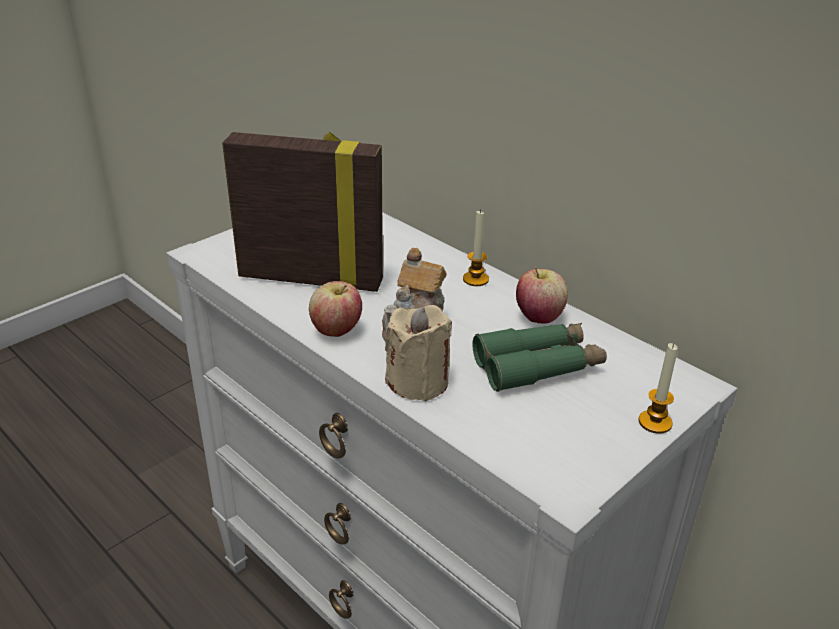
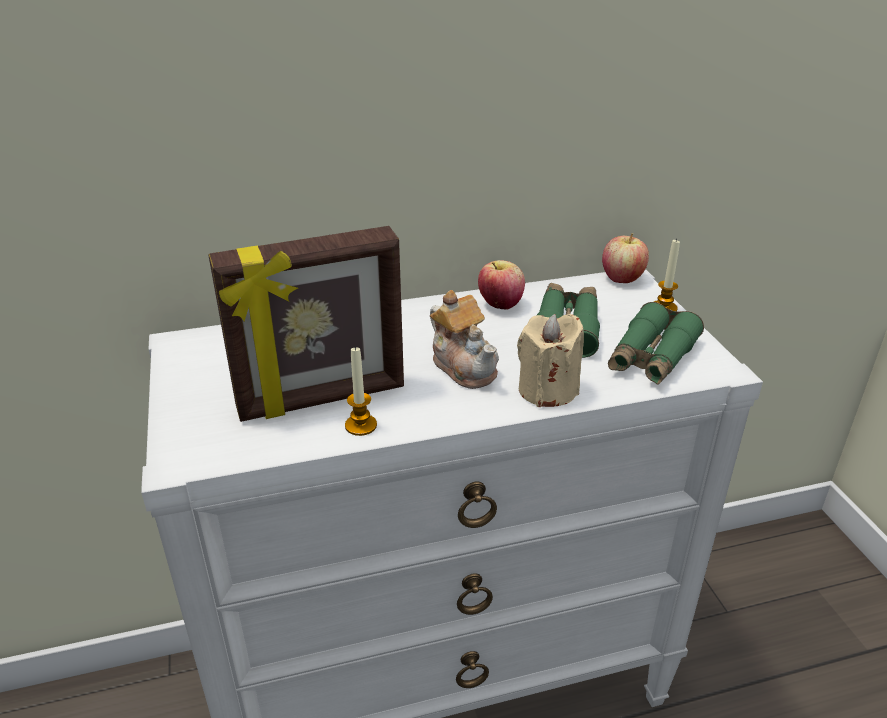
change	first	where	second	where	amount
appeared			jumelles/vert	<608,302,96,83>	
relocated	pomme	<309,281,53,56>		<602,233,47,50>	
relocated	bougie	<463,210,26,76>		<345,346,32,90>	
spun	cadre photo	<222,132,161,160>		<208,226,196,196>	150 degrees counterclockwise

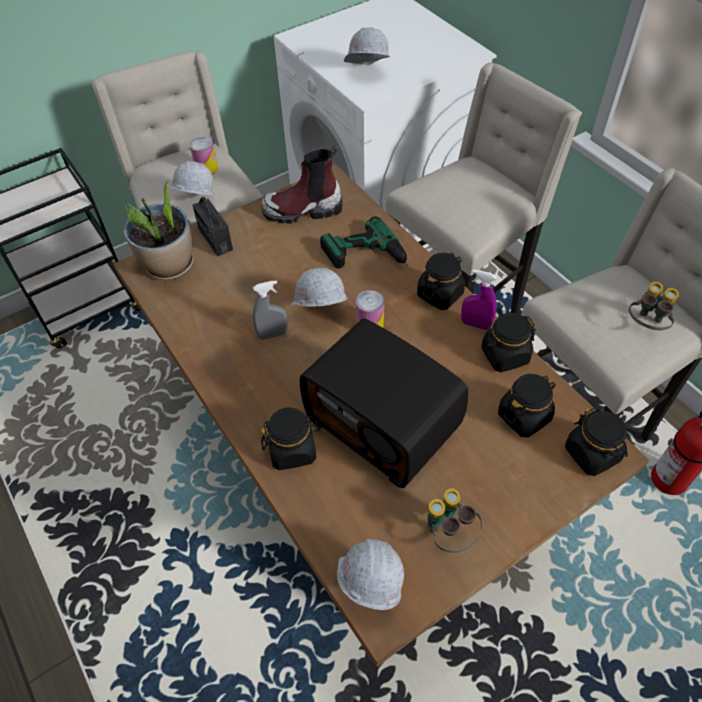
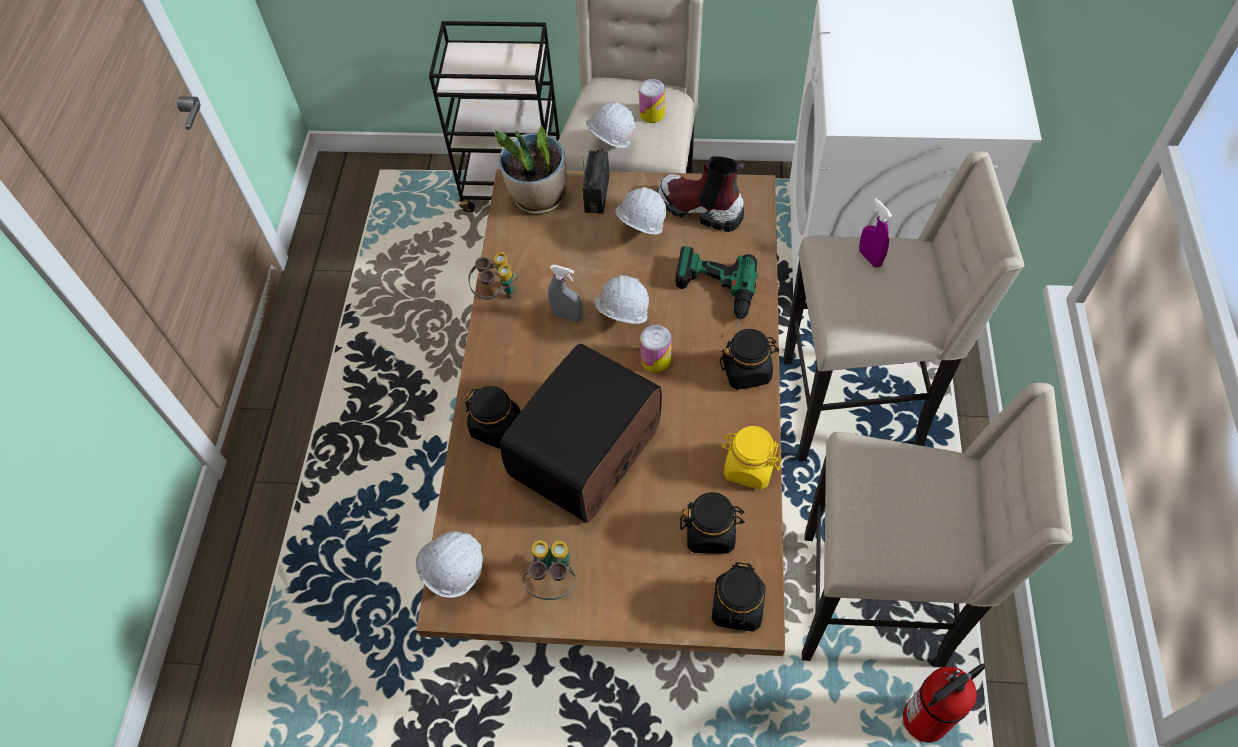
change	first	where	second	where	amount
relocated	casque de chantier/blanc	<344,27,46,38>		<615,187,52,48>	
relocated	vaporisateur/violet	<461,269,36,61>		<859,198,33,70>	
relocated	jumelles	<629,282,50,48>		<468,252,50,48>	
colour	bocal/noir	<481,313,55,59>	bocal/jaune	<721,426,61,63>	
spun	radio	<300,318,168,170>		<500,344,162,179>	45 degrees clockwise

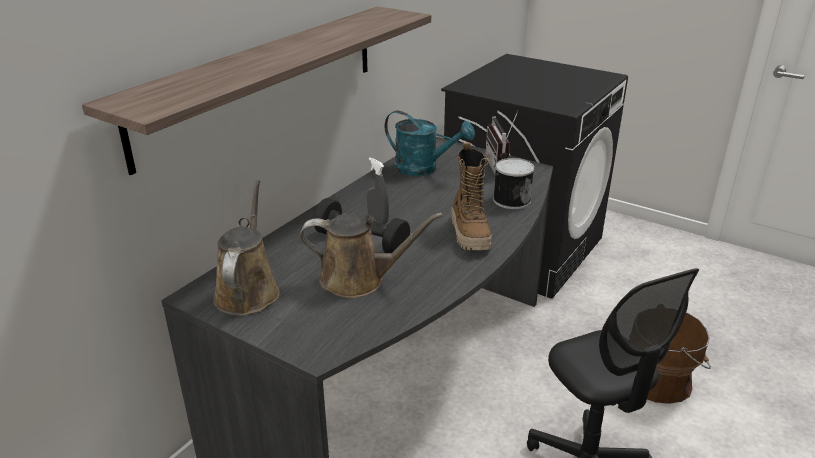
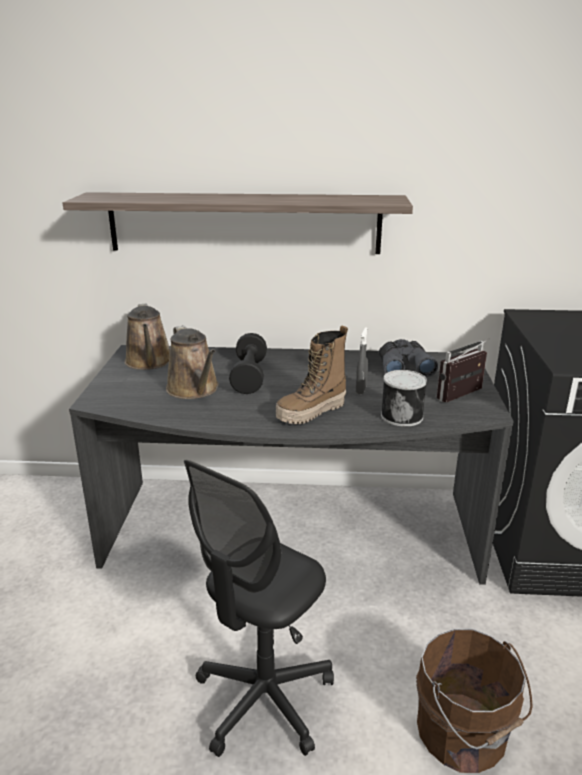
change	first	where	second	where	amount
relocated	vaporisateur/gris	<367,158,22,66>		<356,327,12,67>	
exchanged	arrosoir/turquoise	<385,111,90,65>	jumelles/gris	<379,339,59,38>	
spun	arrosoir/marron	<213,180,67,136>		<125,303,45,67>	105 degrees clockwise

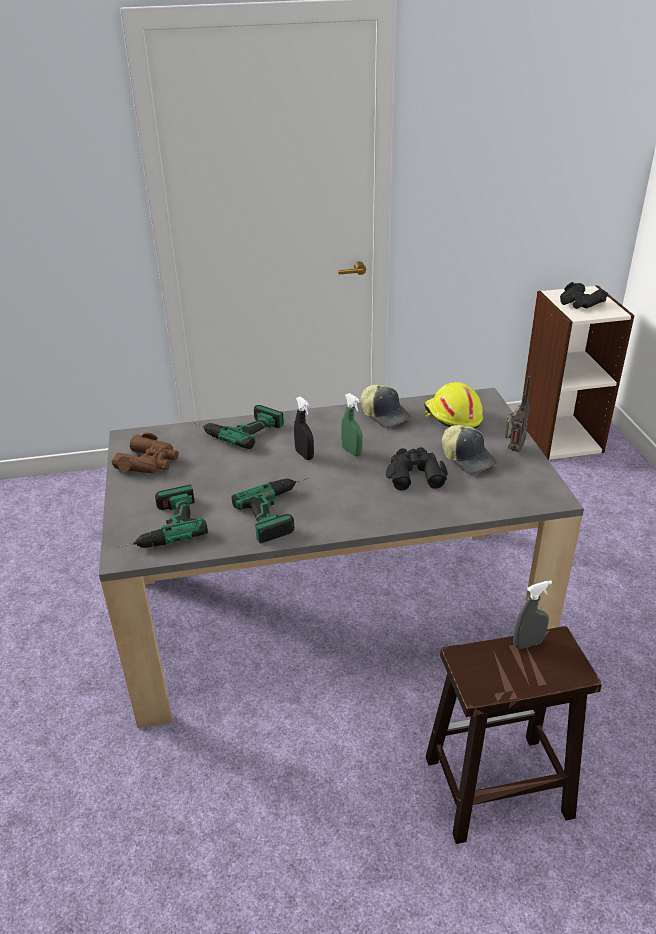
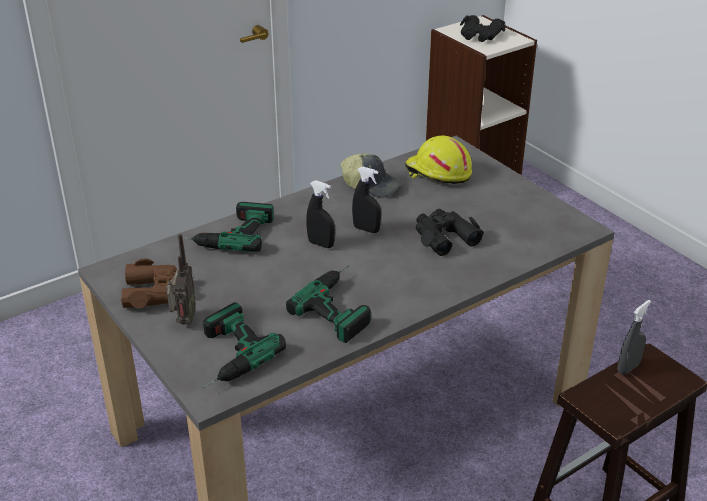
change	first	where	second	where	amount
missing	casquette	<442,425,55,49>			
relocated	radio	<505,376,26,76>		<166,234,30,91>	
colour	vaporisateur/vert	<341,393,22,63>	vaporisateur/noir	<352,167,29,66>	

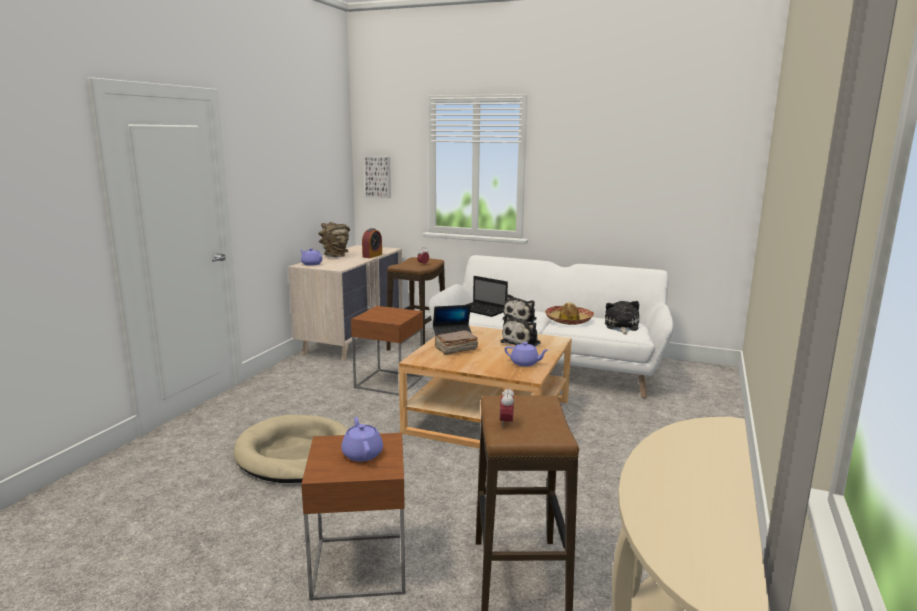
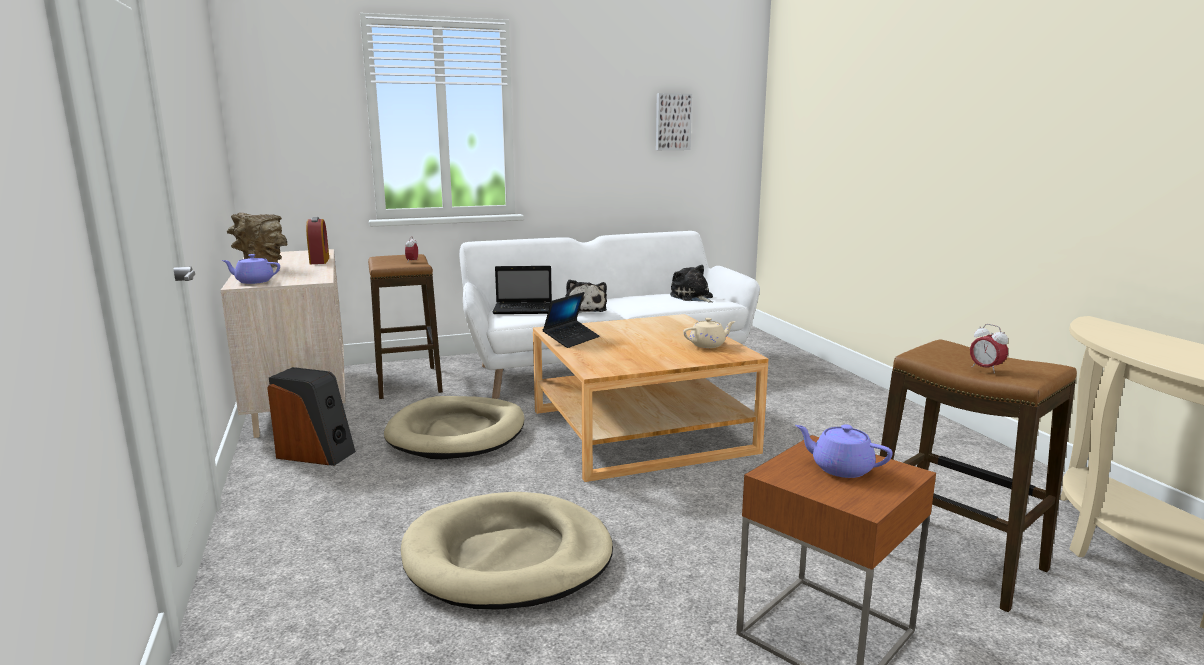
change	first	where	second	where	amount
missing	livre/marron	<434,330,44,25>			
missing	peluche	<500,313,41,34>			
missing	chapeau	<545,302,49,23>			
appeared			enceinte	<267,367,89,99>	
relocated	tableau	<364,156,27,42>		<656,93,36,57>	
exchanged	table d'appoint/marron	<351,306,72,89>	panier pour chien/beige	<384,396,140,63>	
colour	théière/violet	<505,342,43,24>	théière/beige	<683,318,52,30>	

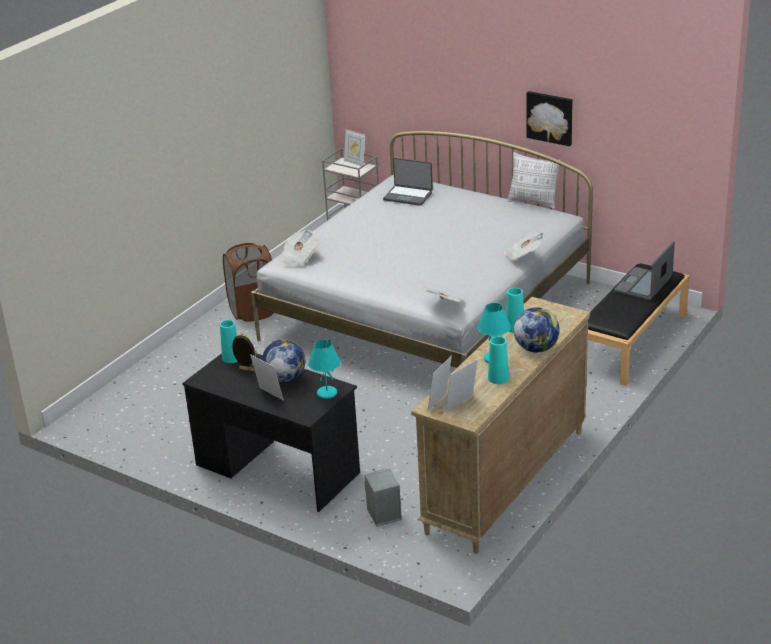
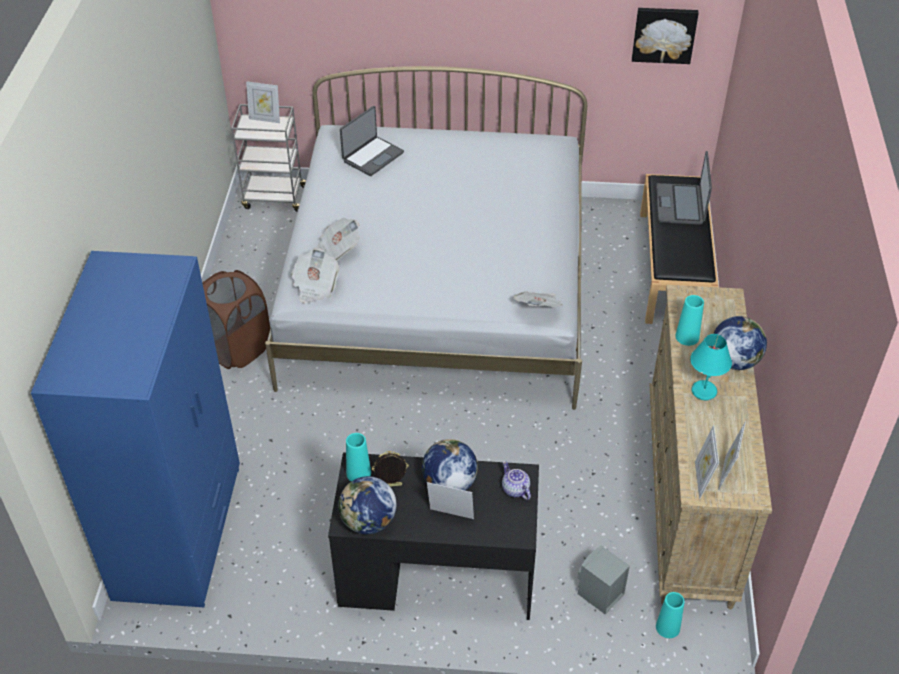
change	first	where	second	where	amount
missing	coussin	<507,152,54,57>			
appeared			armoire/bleu	<31,251,209,356>	
appeared			globe	<338,476,59,58>	
relocated	vase/turquoise	<488,337,21,47>		<656,592,29,46>	
relocated	journal	<503,231,42,30>		<314,218,46,43>	
relocated	tableau	<526,91,47,55>		<632,8,67,56>	
exchanged	lampe de table/turquoise	<308,340,33,59>	théière	<502,461,29,39>	
spun	ordinateur portable	<383,158,50,48>		<340,106,64,70>	45 degrees counterclockwise

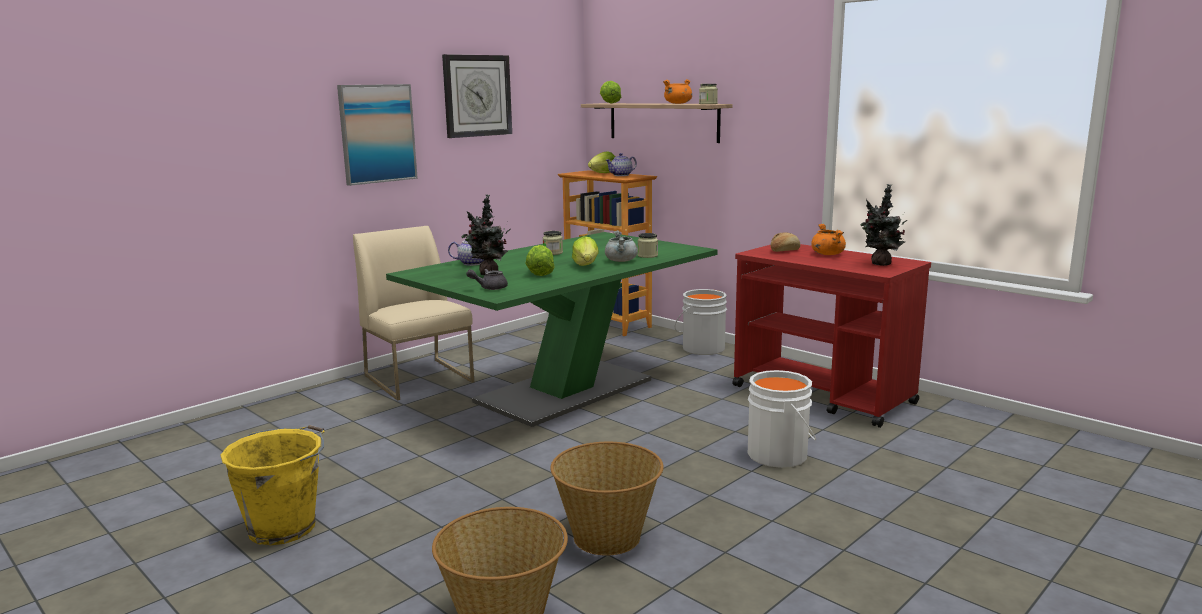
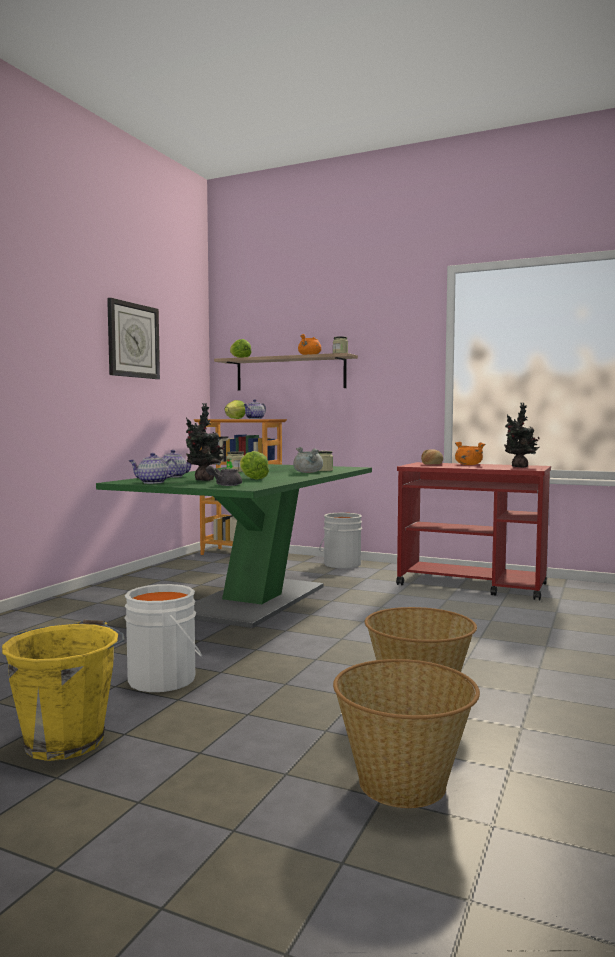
change	first	where	second	where	amount
missing	tableau	<337,84,81,102>			
missing	chaise/beige	<353,226,121,174>			
missing	laitue	<572,236,27,30>			
appeared			théière	<129,453,49,31>	
relocated	seau/blanc	<748,370,68,98>		<124,584,78,108>	

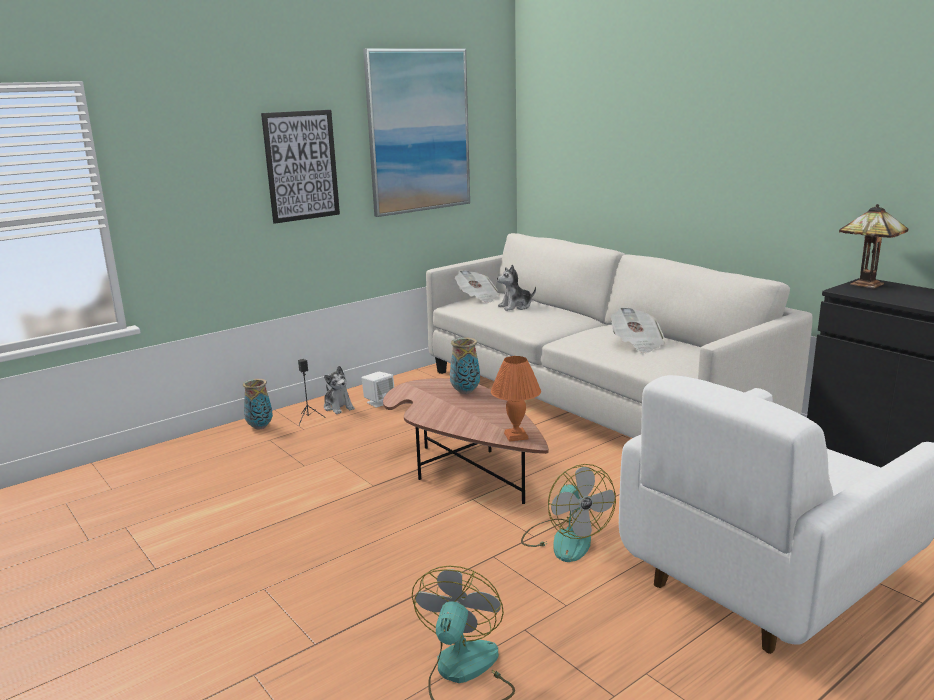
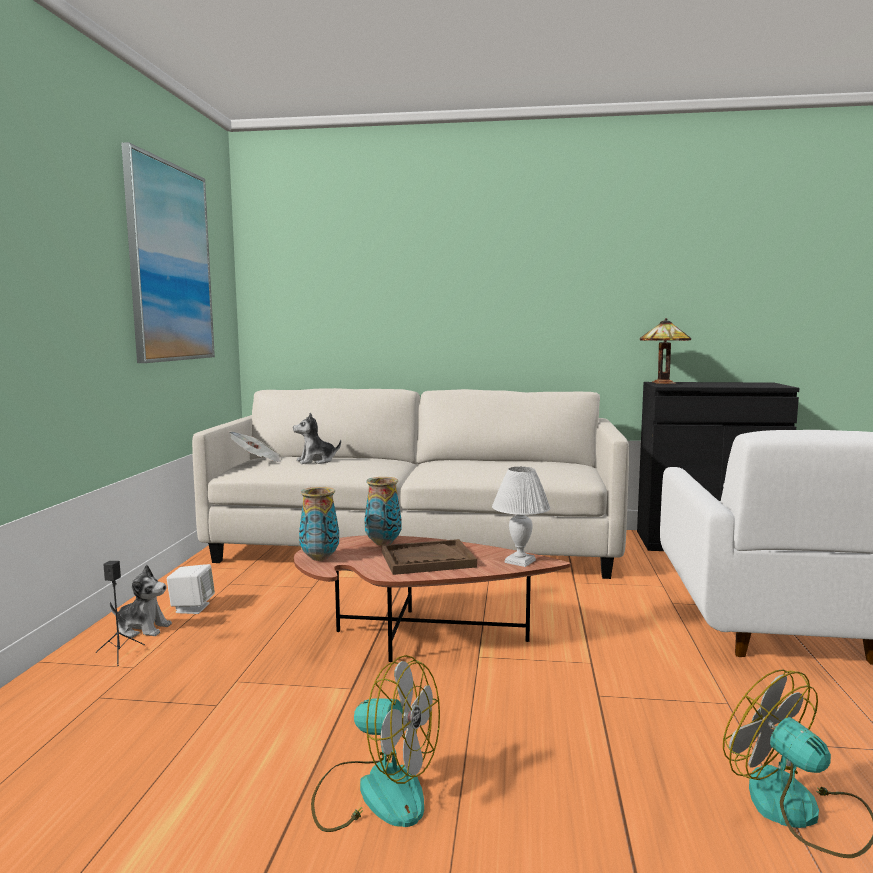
change	first	where	second	where	amount
missing	tableau	<261,110,79,114>			
missing	journal	<611,307,55,46>			
appeared			plateau/marron	<382,539,95,36>	
relocated	vase	<243,379,30,50>		<299,487,40,74>	
relocated	ventilateur	<521,464,95,98>		<311,655,129,177>	
colour	lampe de table/orange	<491,356,50,86>	lampe de table/blanc	<492,467,58,100>	
spun	peluche	<497,265,39,46>		<293,412,48,52>	45 degrees clockwise

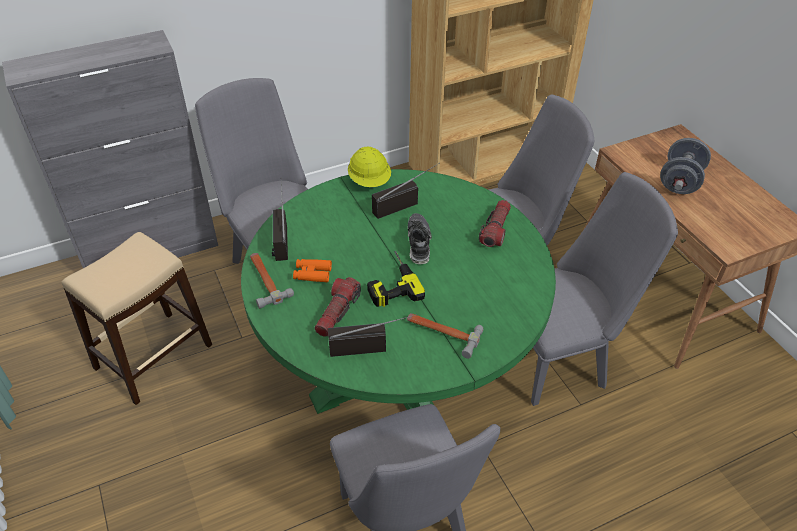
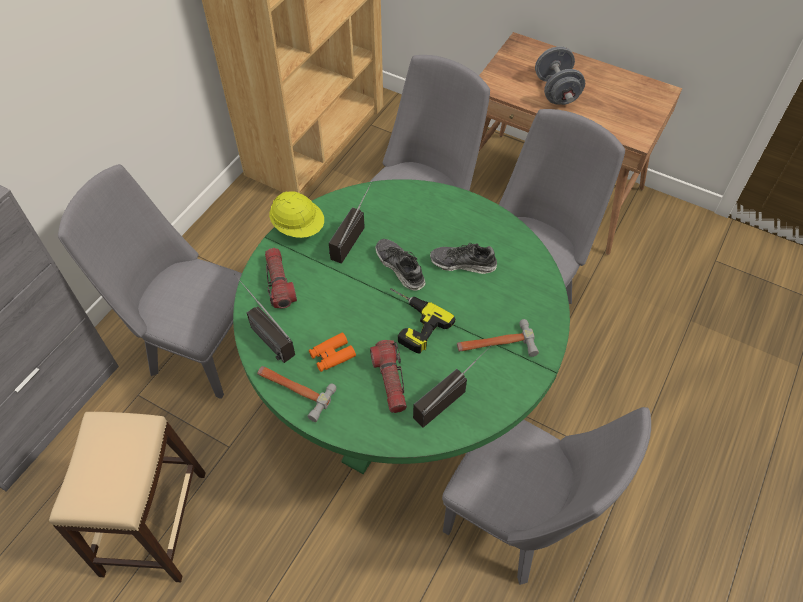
change	first	where	second	where	amount
appeared			chaussure	<430,243,67,31>	
relocated	lampe de poche	<479,200,32,47>		<265,248,32,60>	

